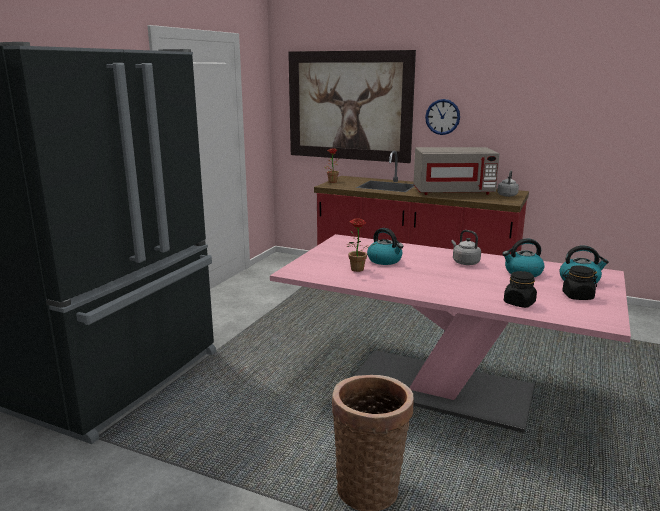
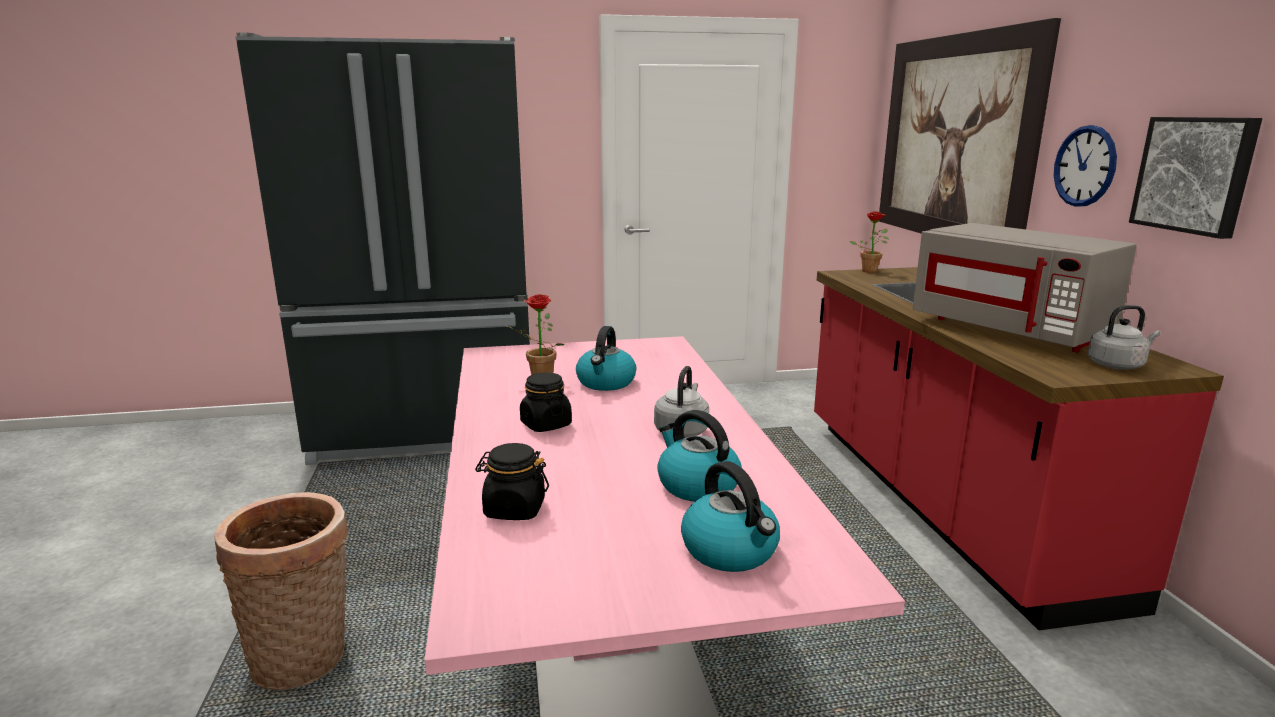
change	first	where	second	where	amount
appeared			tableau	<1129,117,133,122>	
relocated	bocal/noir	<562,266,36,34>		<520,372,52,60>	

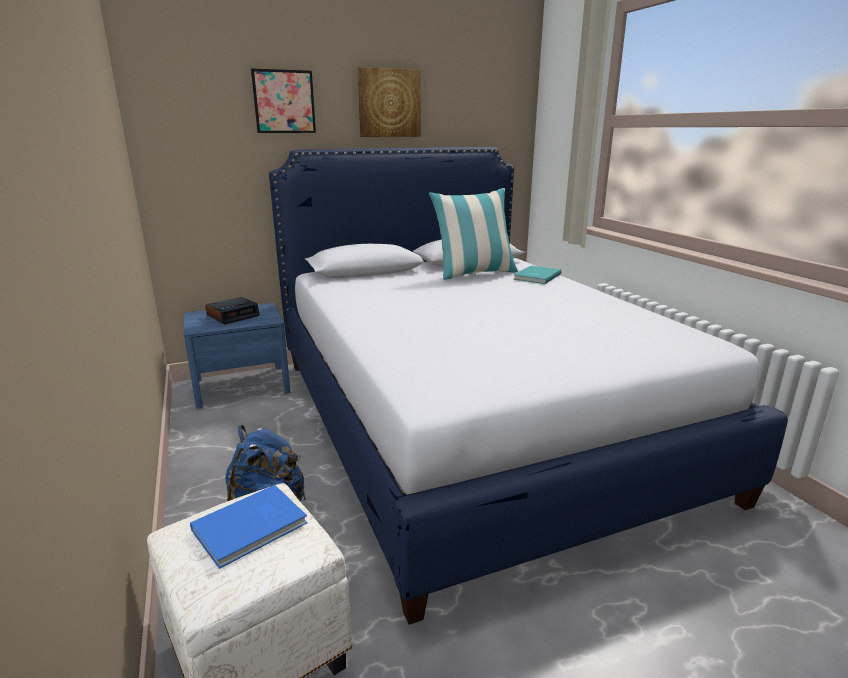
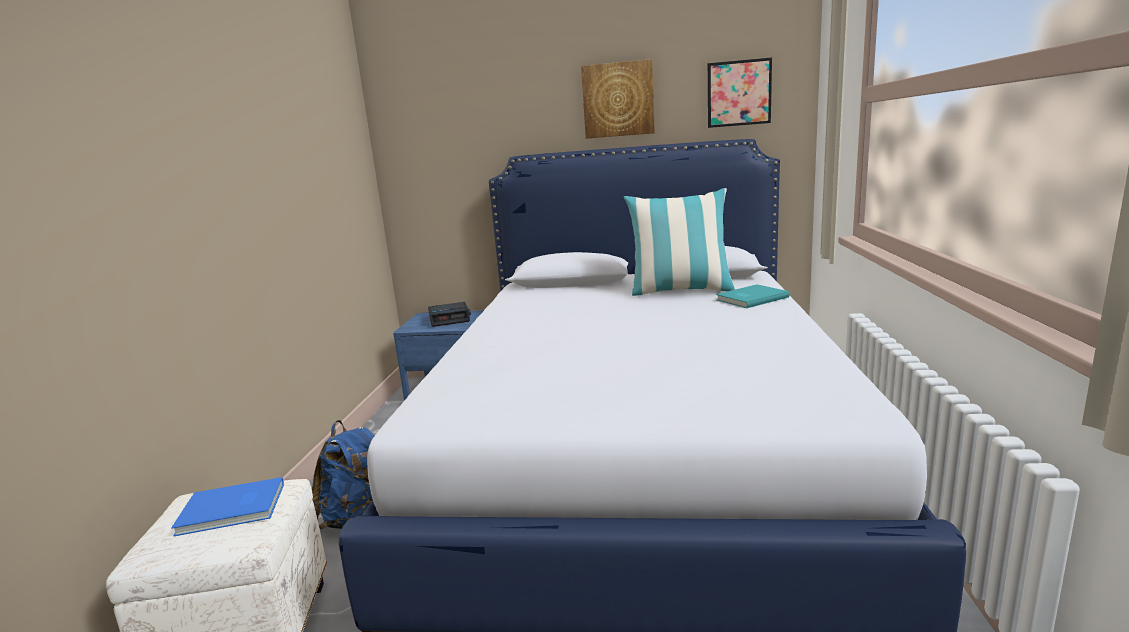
change	first	where	second	where	amount
relocated	tableau	<251,68,65,65>		<708,58,64,70>	

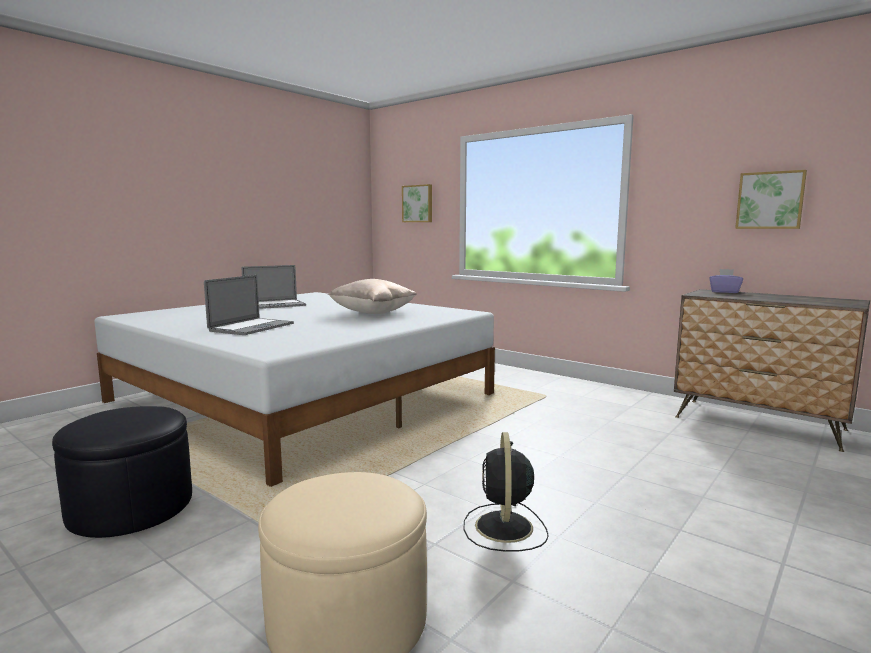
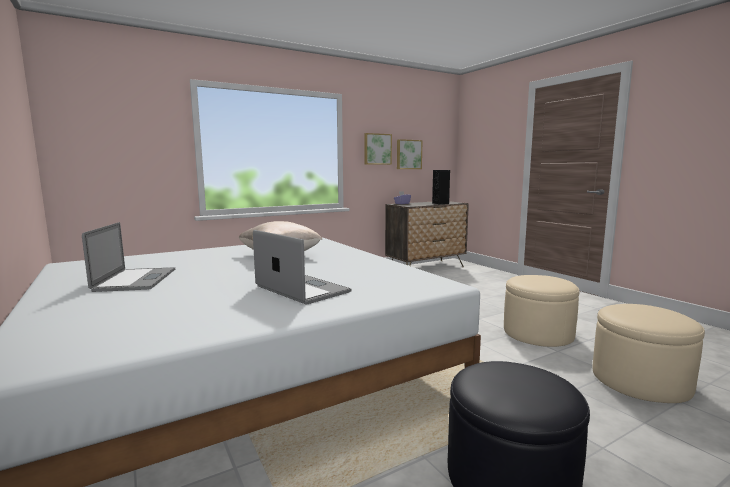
change	first	where	second	where	amount
appeared			enceinte/noir	<432,170,18,34>	
relocated	tableau	<402,184,30,38>		<364,133,28,32>	
exchanged	ventilateur/noir	<464,432,85,120>	pouf/beige	<504,275,76,72>	

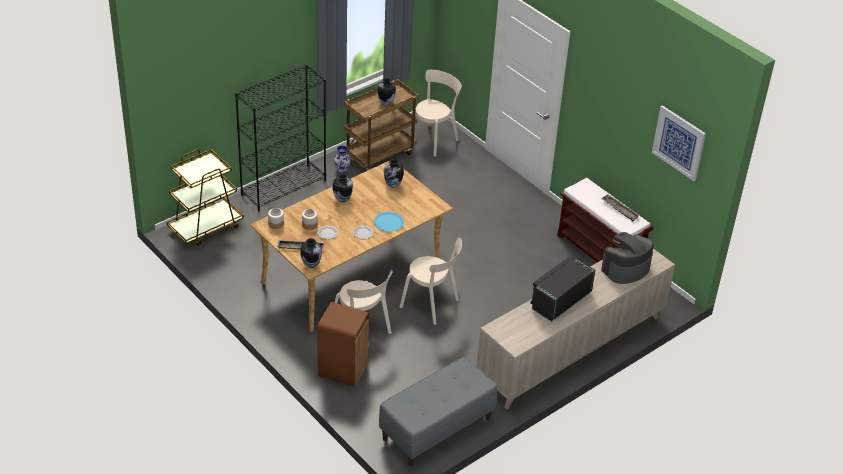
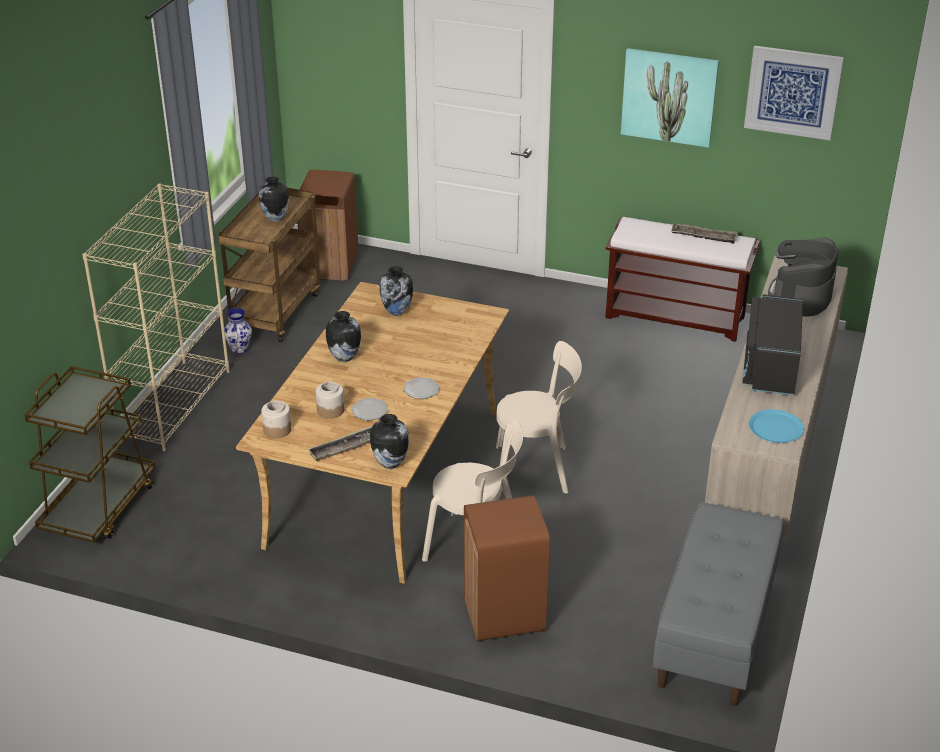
change	first	where	second	where	amount
appeared			tableau	<621,48,98,100>	
relocated	assiette/bleu	<374,212,30,20>		<749,409,55,34>	
exchanged	chaise/beige	<407,70,55,87>	poubelle/marron	<298,170,60,111>	
colour	bibliothèque/noir	<235,64,91,147>	bibliothèque/beige	<82,183,147,268>	

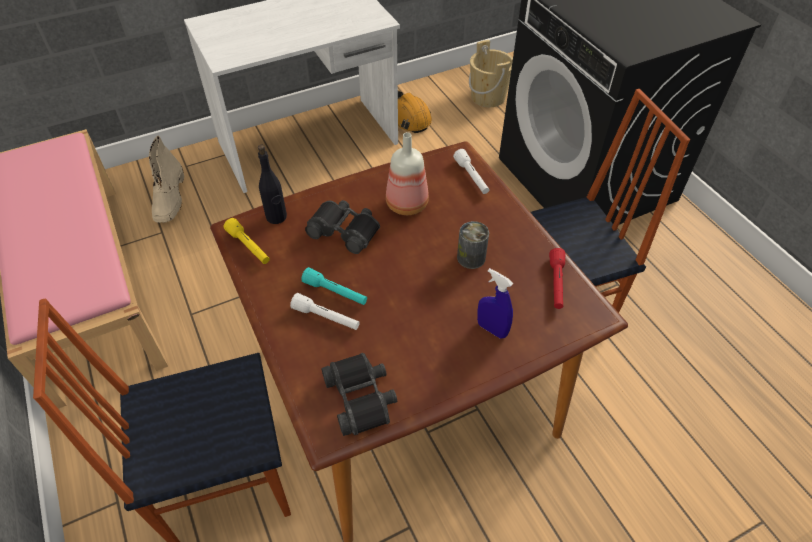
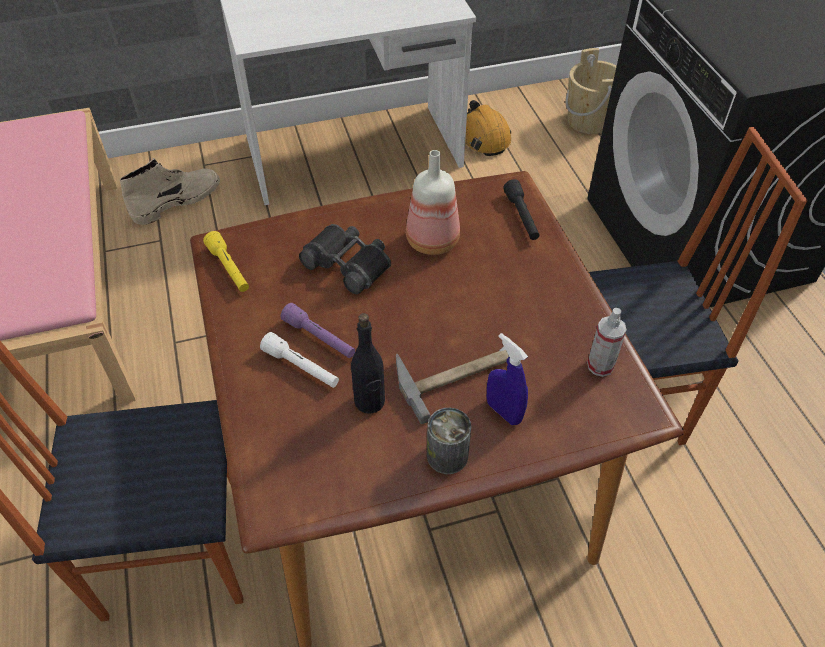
change	first	where	second	where	amount
missing	jumelles/noir	<321,353,76,83>			
appeared			marteau	<396,350,113,74>	
relocated	bouteille/noir	<258,145,29,79>		<351,313,34,101>	
relocated	boîte métallique	<457,221,32,48>		<427,408,44,66>	
exchanged	lampe de poche/rouge	<549,248,17,61>	vaporisateur	<587,308,40,69>	
colour	lampe de poche/turquoise	<301,267,66,38>	lampe de poche/violet	<281,303,74,55>	
colour	lampe de poche/blanc	<453,149,36,45>	lampe de poche/noir	<503,179,37,61>	
spun	botte/beige	<149,136,35,87>		<120,158,100,67>	135 degrees counterclockwise

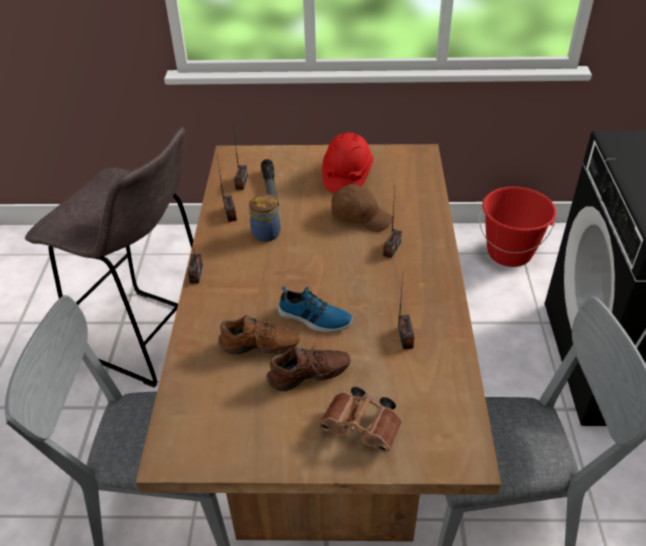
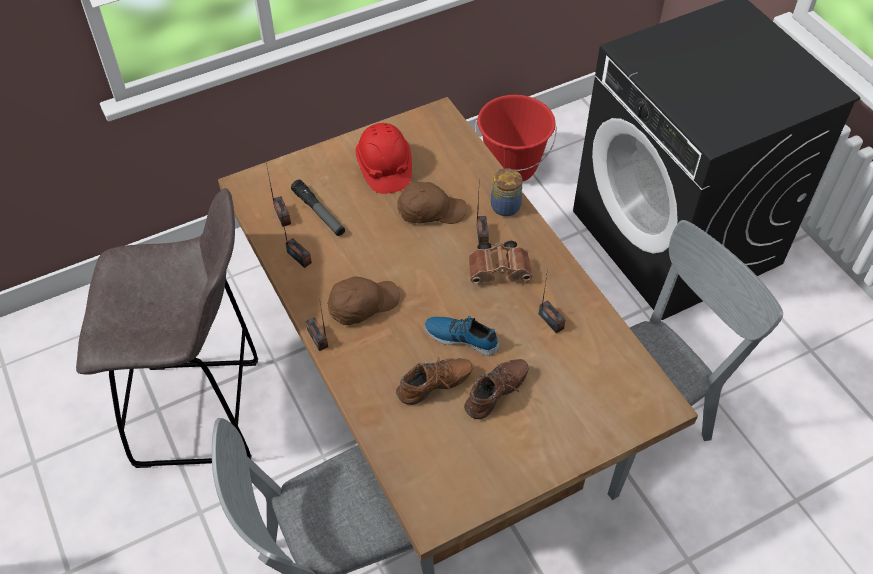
change	first	where	second	where	amount
appeared			casquette/marron	<327,276,73,49>	
relocated	bocal	<249,194,32,48>		<491,168,31,48>	
relocated	jumelles/marron	<319,387,83,66>		<469,241,63,43>	
spun	chaussure	<278,286,75,46>		<424,316,75,40>	150 degrees counterclockwise

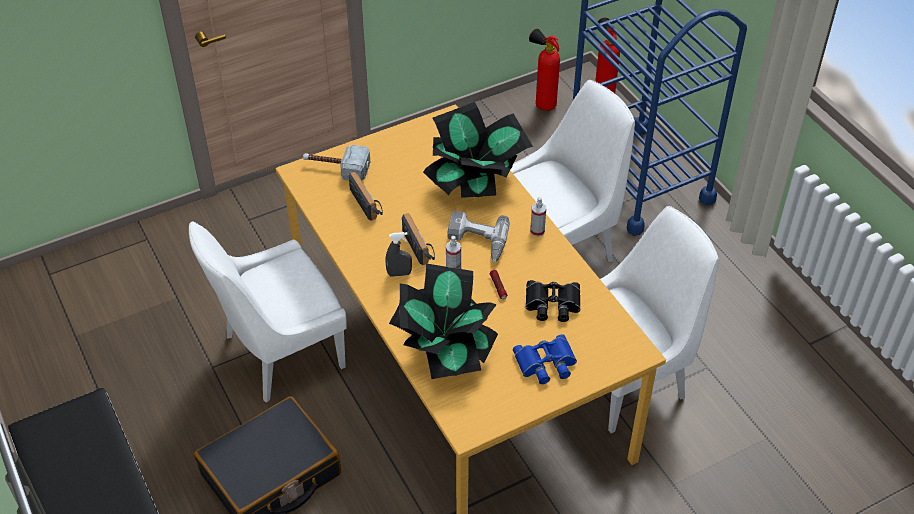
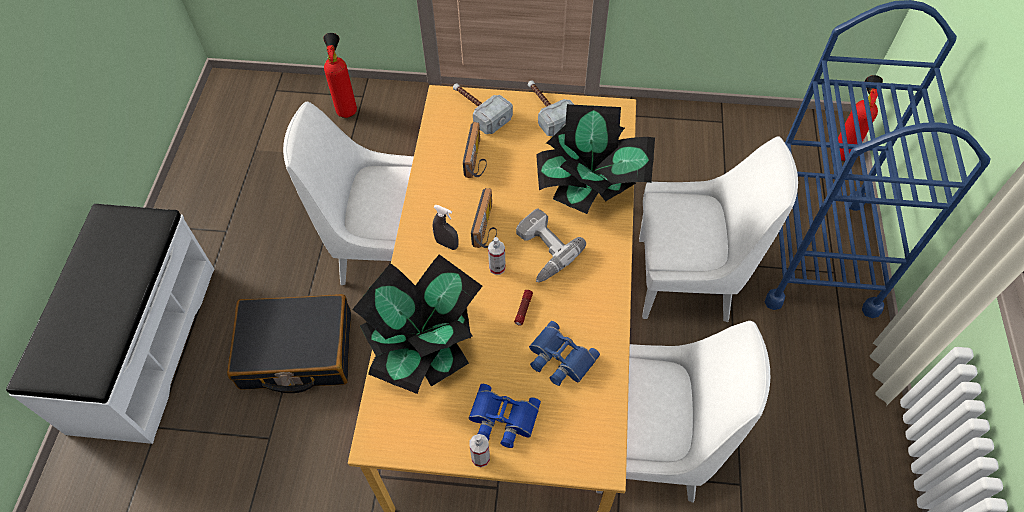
change	first	where	second	where	amount
appeared			marteau	<528,80,46,56>	
relocated	extincteur	<529,28,31,83>		<323,33,34,85>	
relocated	vaporisateur	<530,197,16,40>		<470,434,20,33>	
colour	jumelles/noir	<526,280,54,42>	jumelles/bleu	<529,321,71,65>	

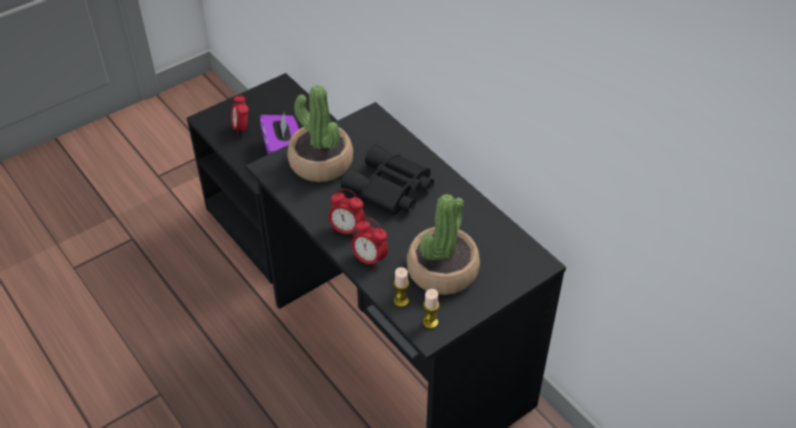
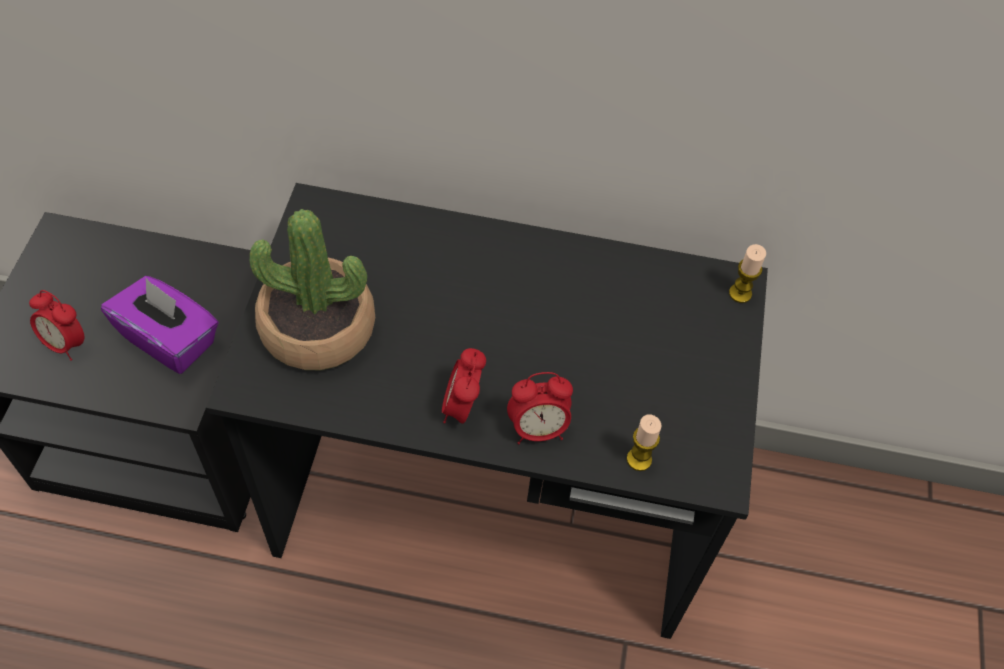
change	first	where	second	where	amount
missing	jumelles/noir	<341,144,93,72>			
missing	plante en pot	<407,194,73,101>			
relocated	bougie	<423,289,16,40>		<729,244,37,59>	
spun	réveil	<328,189,37,48>		<442,348,44,76>	120 degrees clockwise

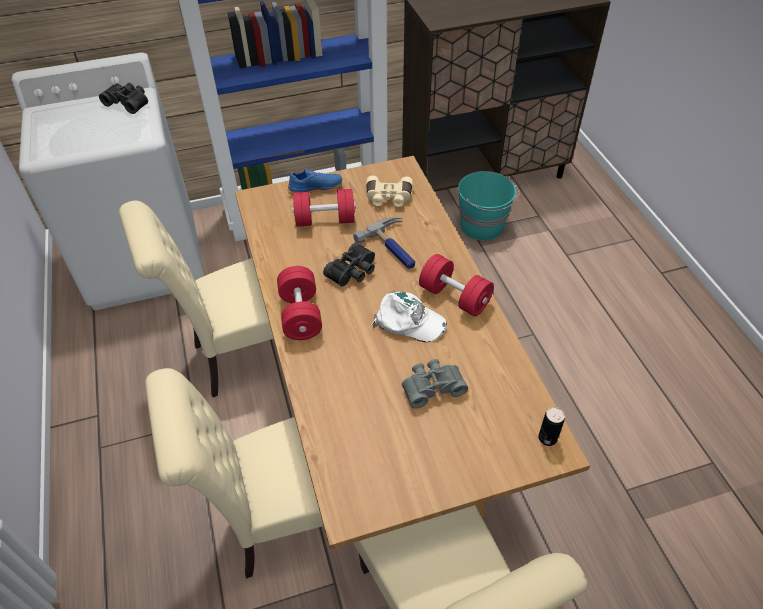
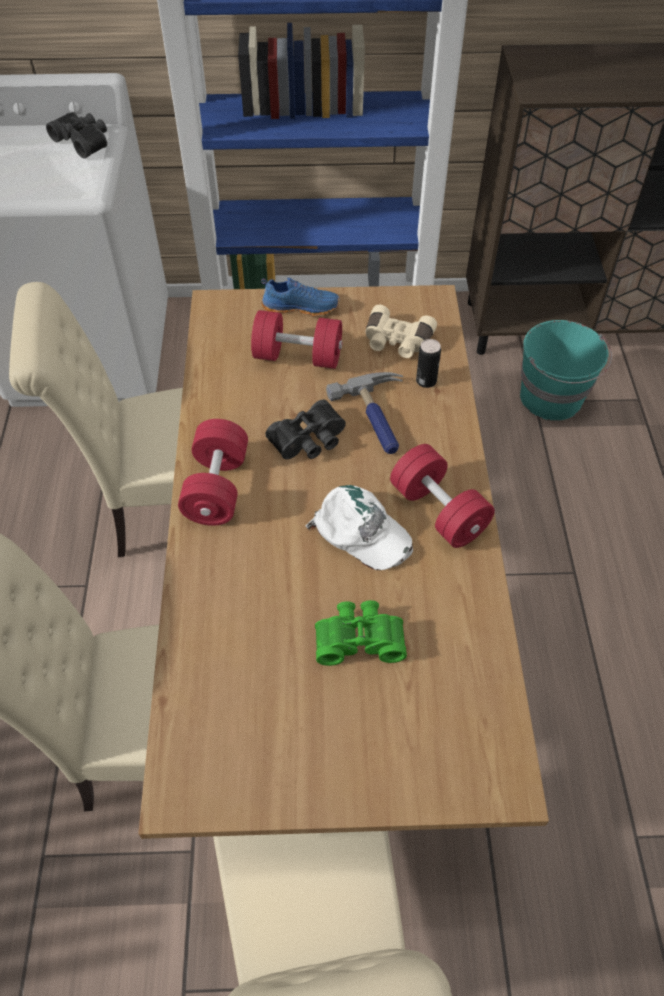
change	first	where	second	where	amount
relocated	boîte métallique	<538,407,27,39>		<416,339,25,49>	
colour	jumelles/gris	<402,359,66,50>	jumelles/vert	<315,600,92,66>	

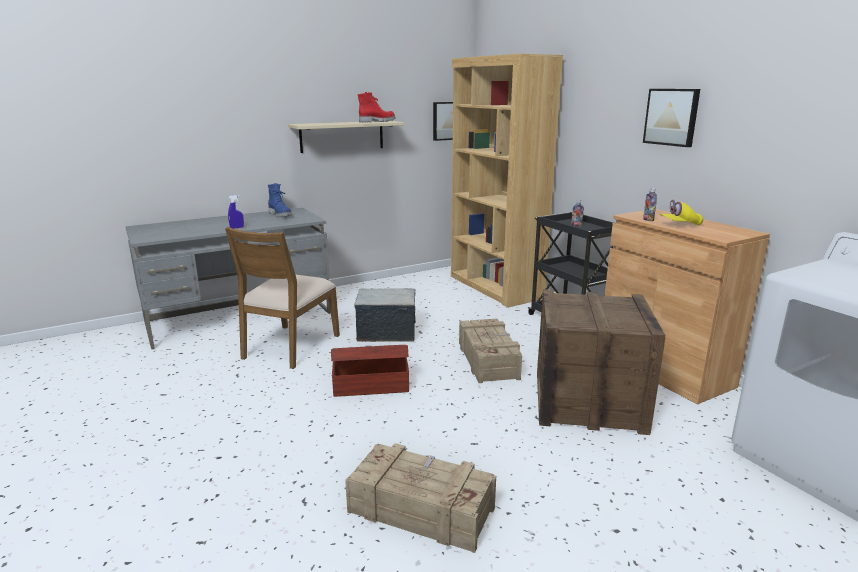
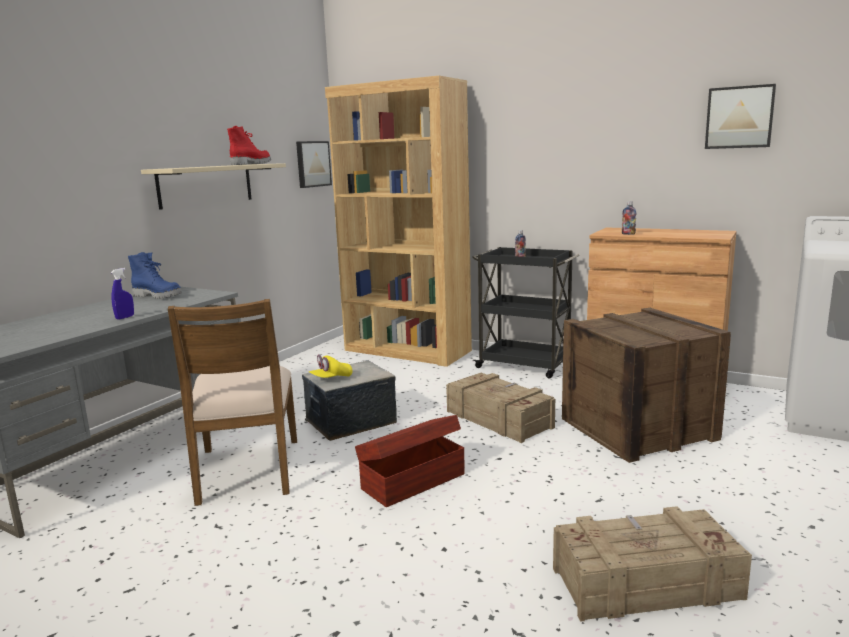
change	first	where	second	where	amount
relocated	tableau	<643,89,57,58>		<705,84,71,65>	
relocated	casquette/jaune	<660,200,43,26>		<309,354,44,24>	

